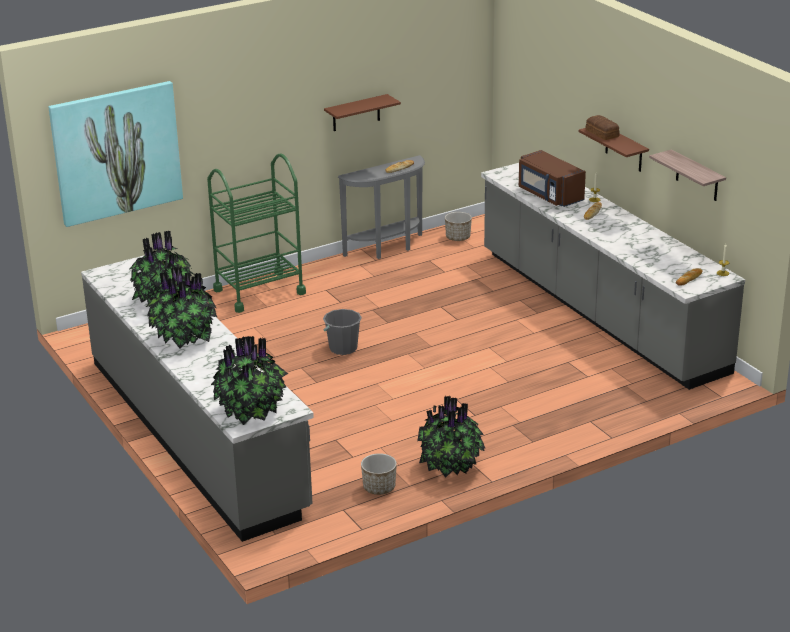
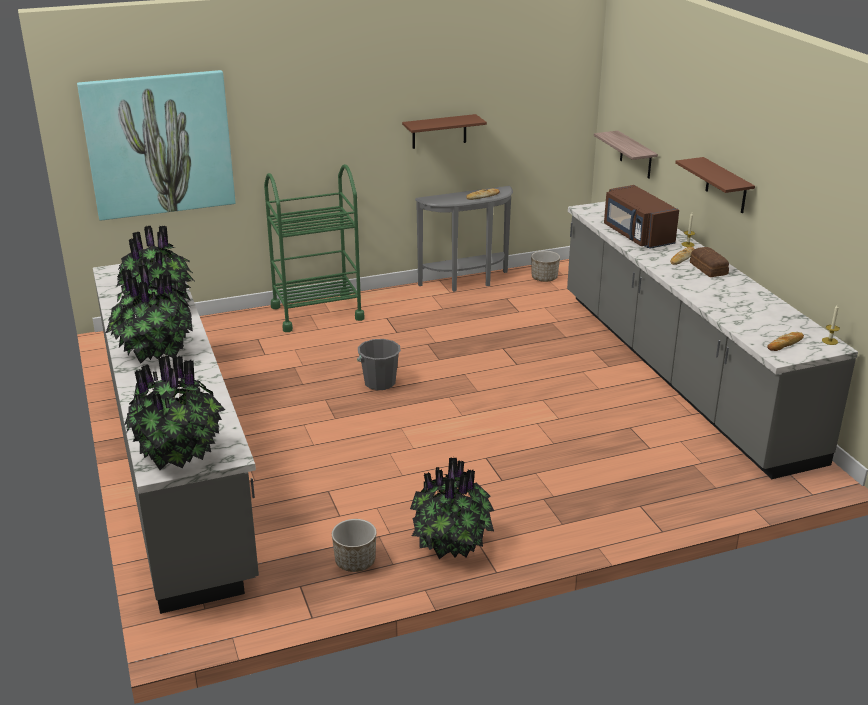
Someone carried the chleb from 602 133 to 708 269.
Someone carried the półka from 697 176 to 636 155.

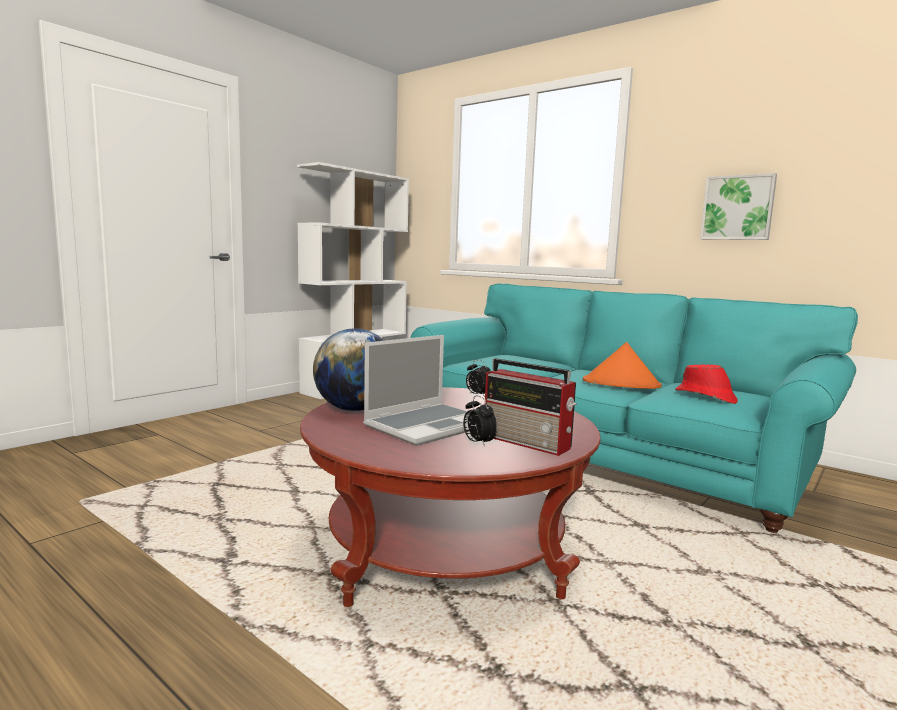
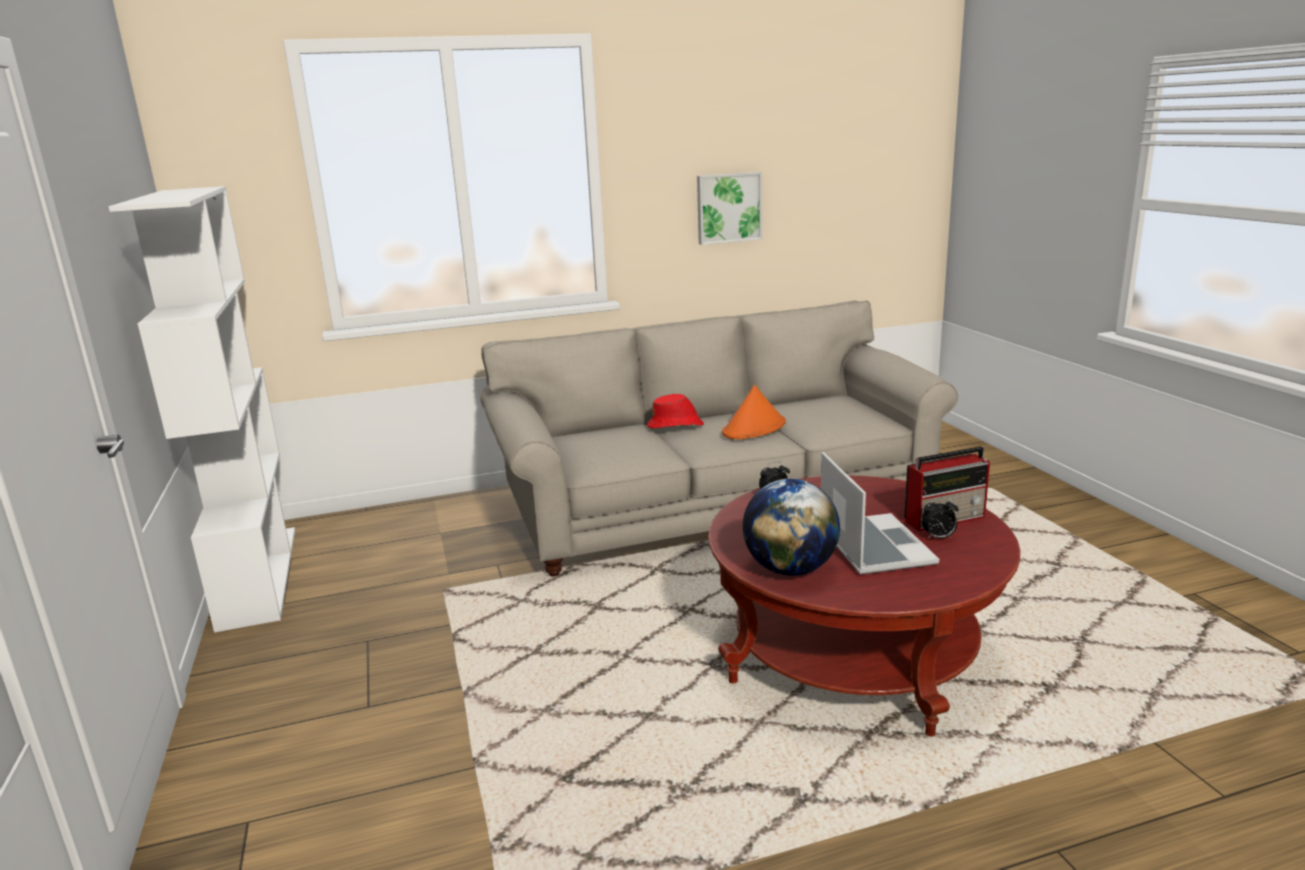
Someone repainted the kanapa [turkusowy] at 604 454, which became the kanapa [beżowy] at 714 505.
Someone carried the kapelusz [czerwony] from 705 397 to 676 426.

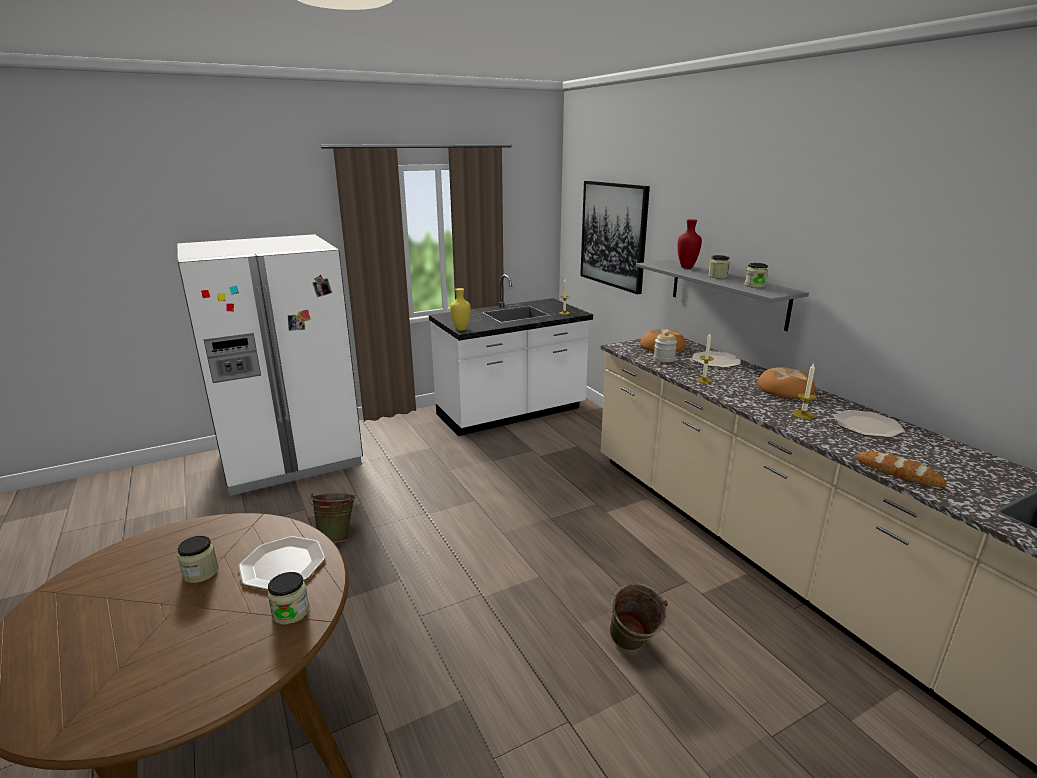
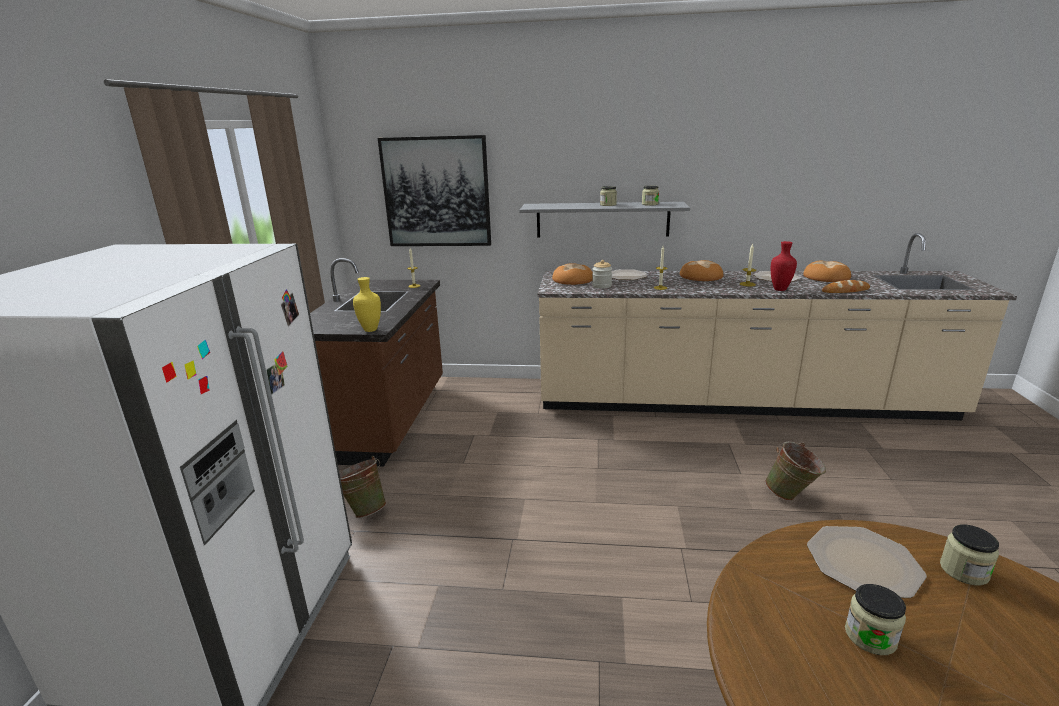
Someone carried the wiadro [zielony] from 337 536 to 364 510.
Someone repainted the zabudowa kuchenna [biały] at 511 413, which became the zabudowa kuchenna [brązowy] at 387 420.
Someone carried the wazon [czerwony] from 686 268 to 780 289.
Someone put down the chleb at 826 277.

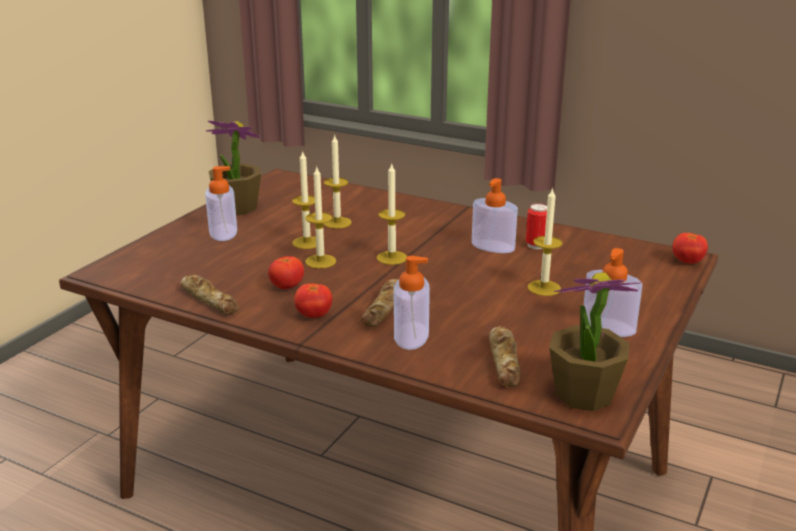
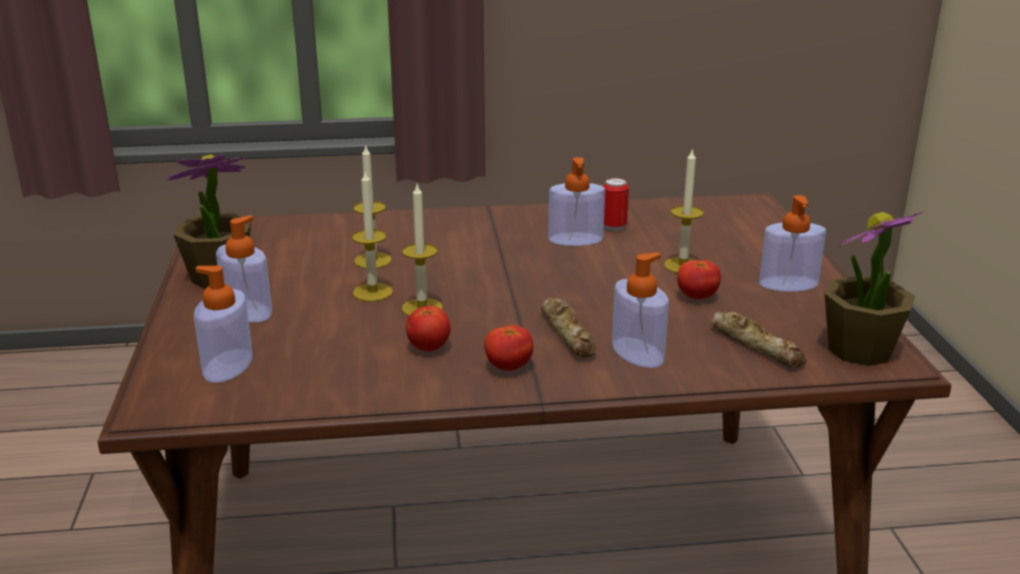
Someone took away the chleb at 210 299.
Someone took away the świeca at 392 258.
Someone carried the pomidor from 687 262 to 697 297.
Someone put down the dozownik mydła at 228 366.

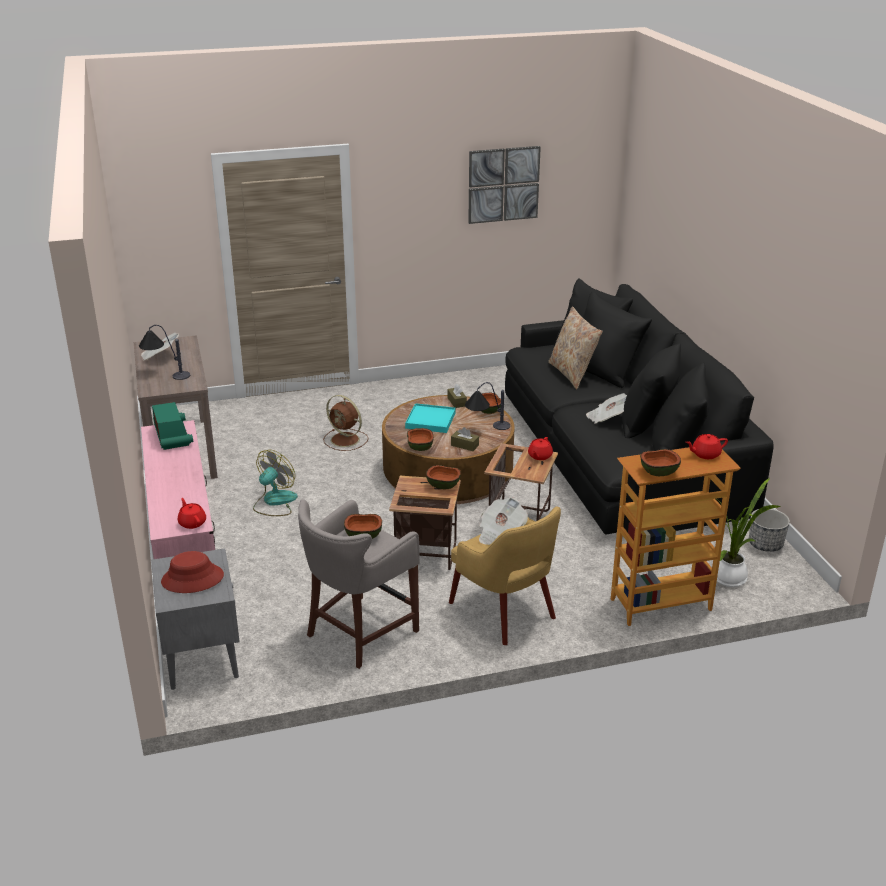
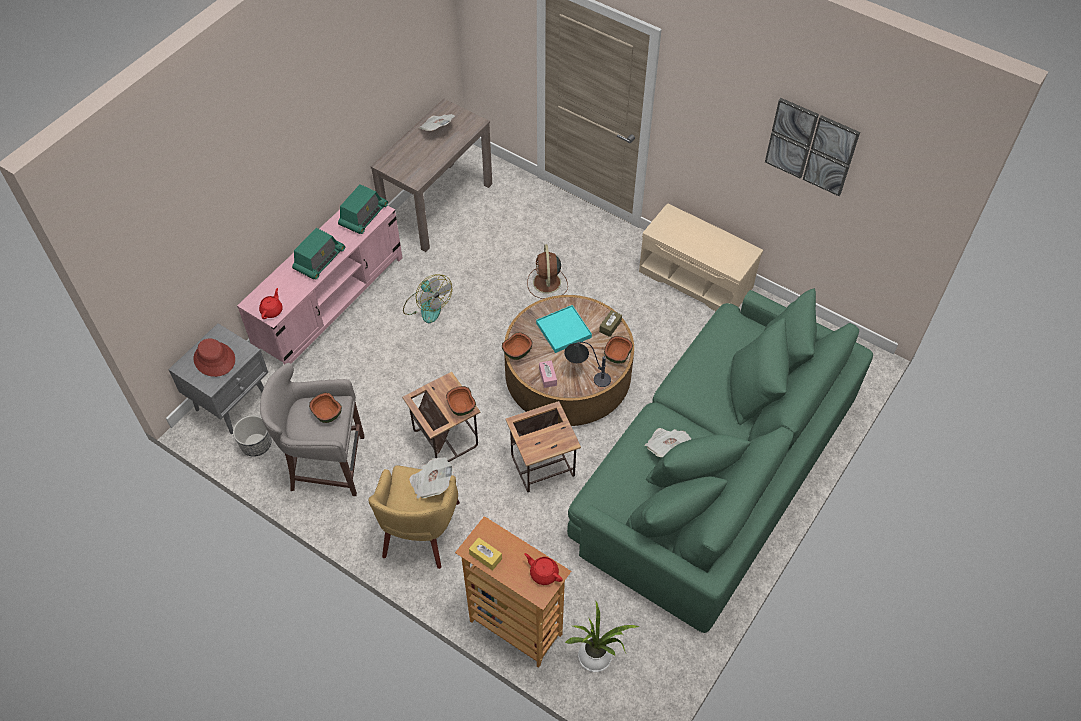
Someone took away the lampa stołowa at 165 373.
Someone rotated the wentylator at 274 502 by 60 degrees clockwise.
Someone repainted the pudełko chusteczek [brązowy] at 464 445, which became the pudełko chusteczek [różowy] at 547 377.
Someone repainted the kanapa [czarny] at 619 452, which became the kanapa [zielony] at 714 470.
Someone took away the imbryk [czerwony] at 539 456.
Someone took away the poduszka [beżowy] at 572 374.
Someone swapped the miska at 659 472 for the pudełko chusteczek [żółty] at 485 556.
Someone carried the donica from 765 544 to 256 445.
Someone put down the radio at 319 260.
Someone put down the ławka [beżowy] at 697 279.

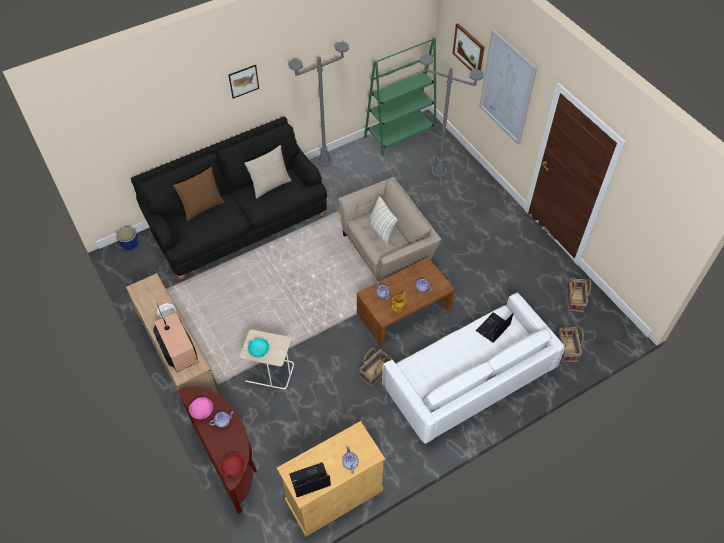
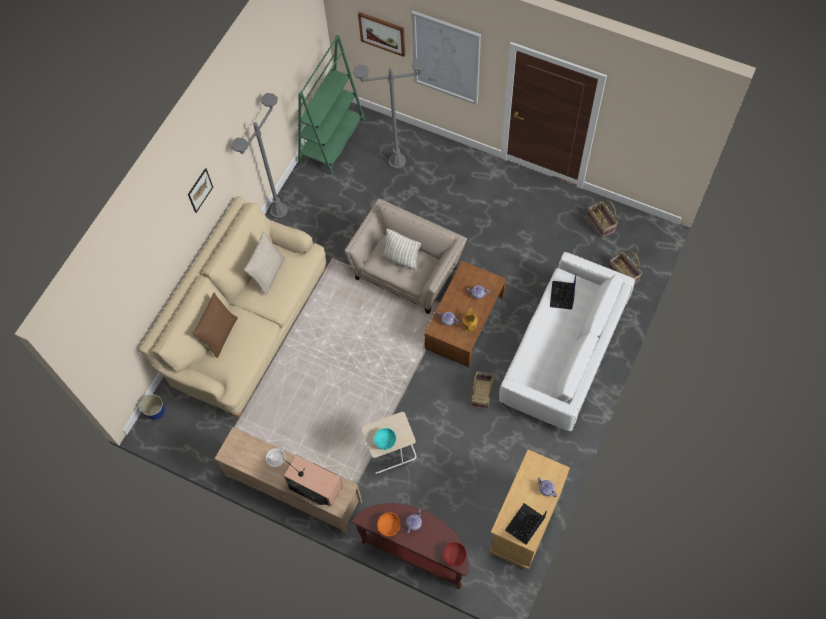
Someone repainted the kanapa [czarny] at 238 225, which became the kanapa [beżowy] at 247 327.
Someone repainted the miska [różowy] at 202 411, which became the miska [pomarańczowy] at 389 526.

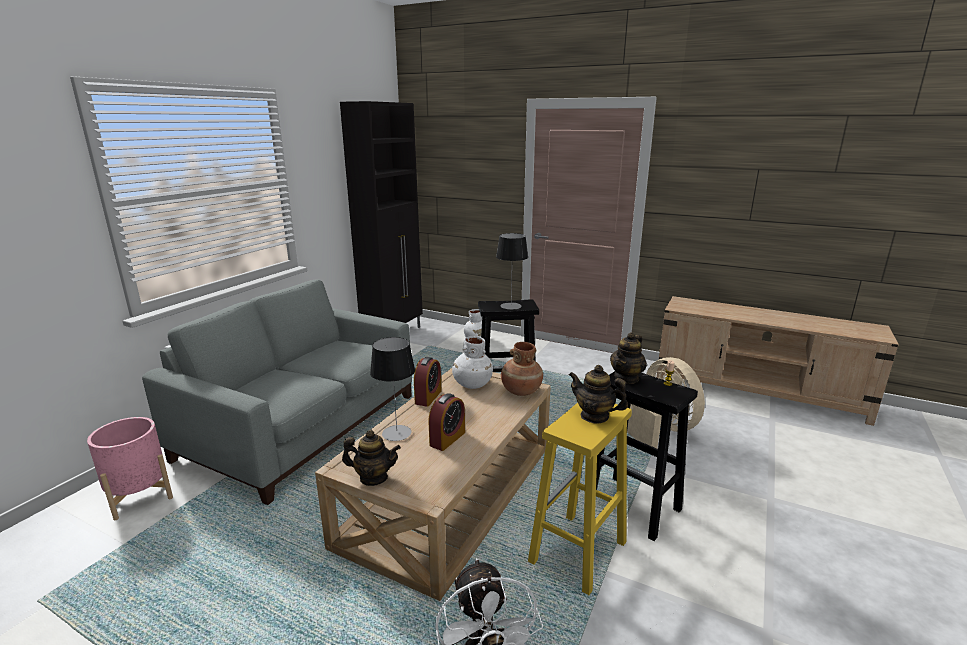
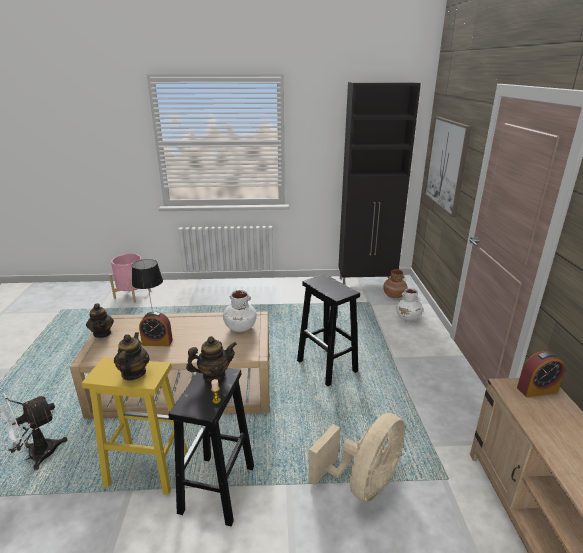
Someone took away the kanapa [szary] at 303 426.
Someone carried the budzik from 428 397 to 537 390.
Someone took away the lampa stołowa at 511 306.
Someone carried the wazon [brązowy] from 520 391 to 394 295.
Someone rotated the imbryk at 627 378 by 150 degrees clockwise.
Someone put up the obraz at 446 164.

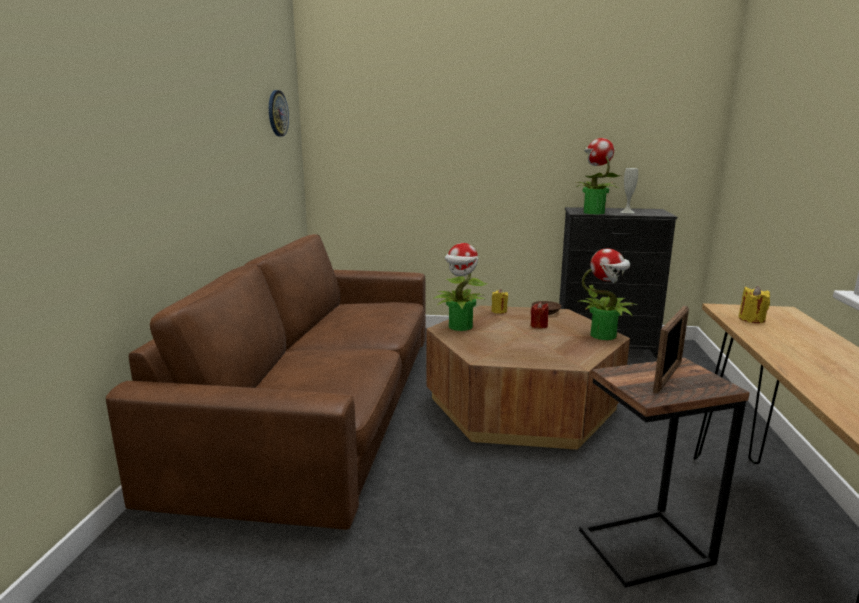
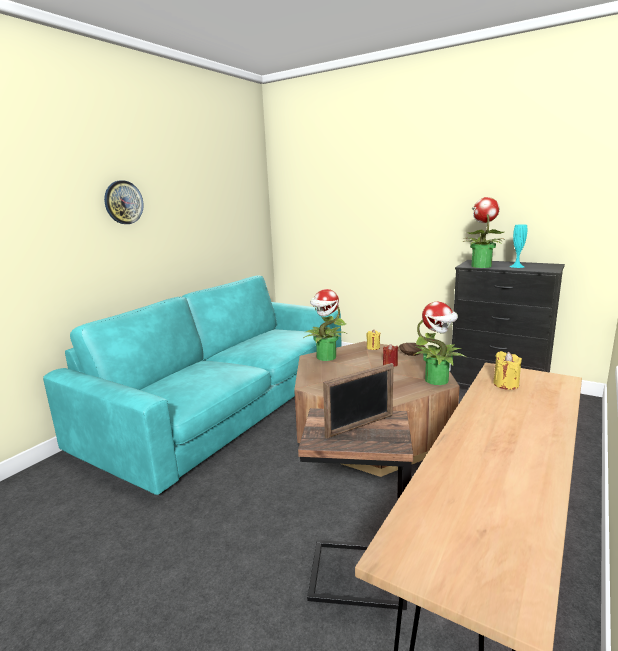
Someone repainted the kanapa [brązowy] at 321 406, which became the kanapa [turkusowy] at 226 404.
Someone carried the zegar ścienny from 277 113 to 123 202.
Someone repainted the wazon [biały] at 627 212, which became the wazon [turkusowy] at 517 266.

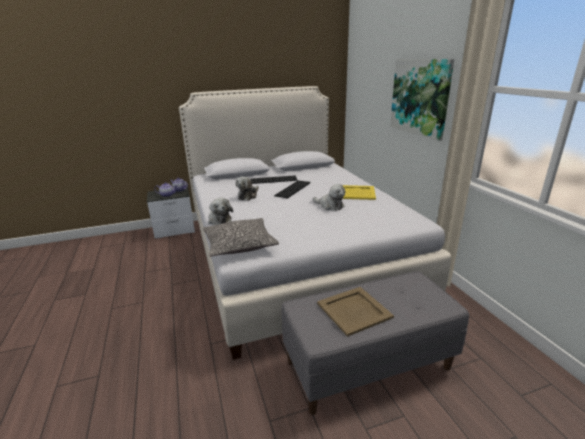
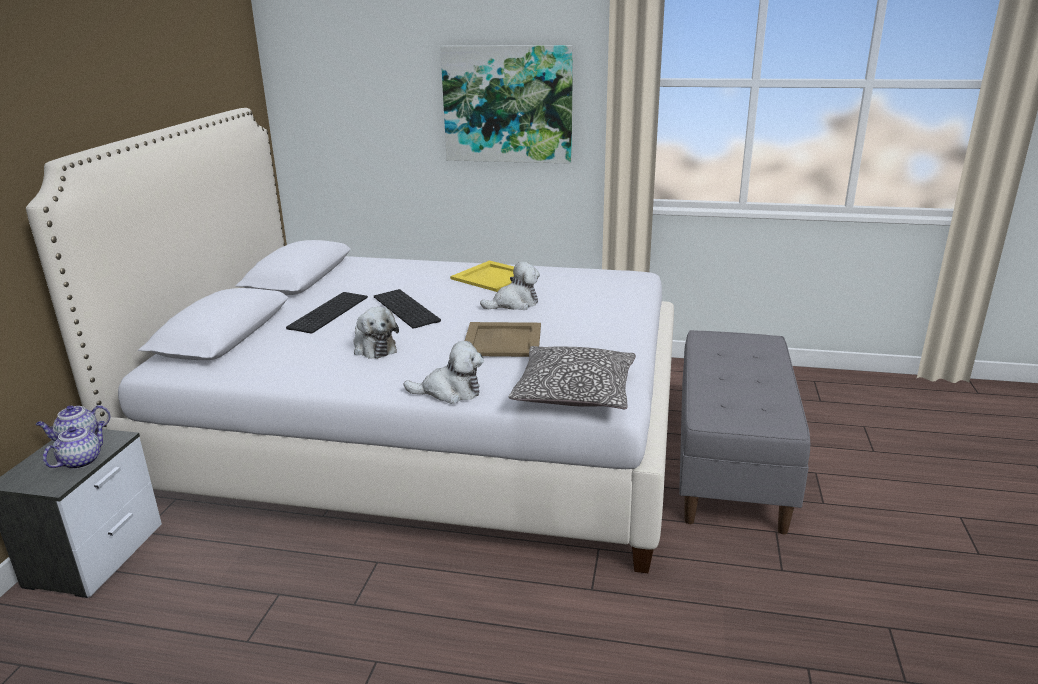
Someone carried the taca [beżowy] from 354 311 to 503 340.

